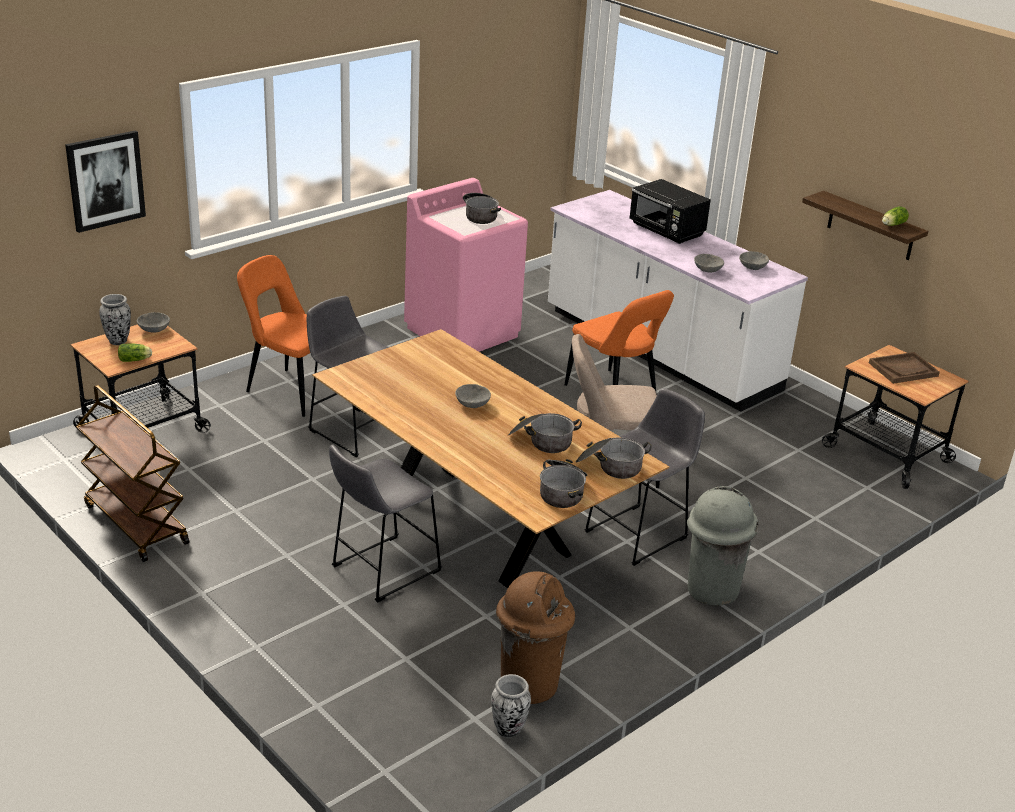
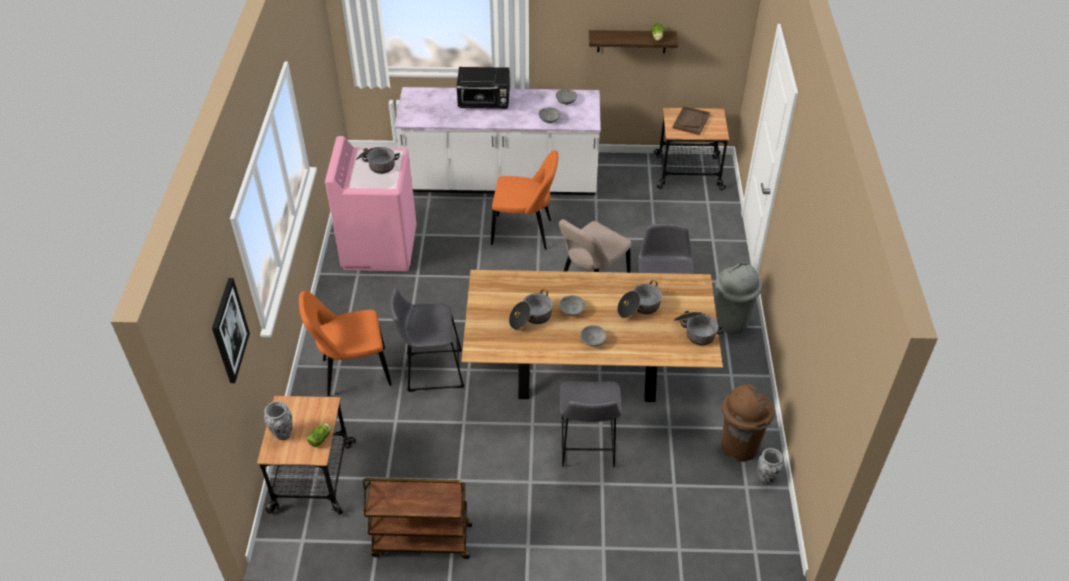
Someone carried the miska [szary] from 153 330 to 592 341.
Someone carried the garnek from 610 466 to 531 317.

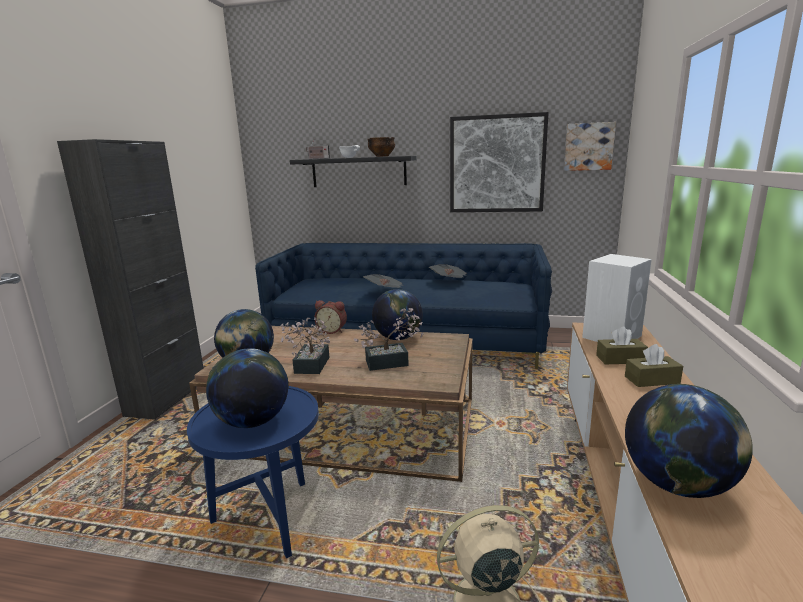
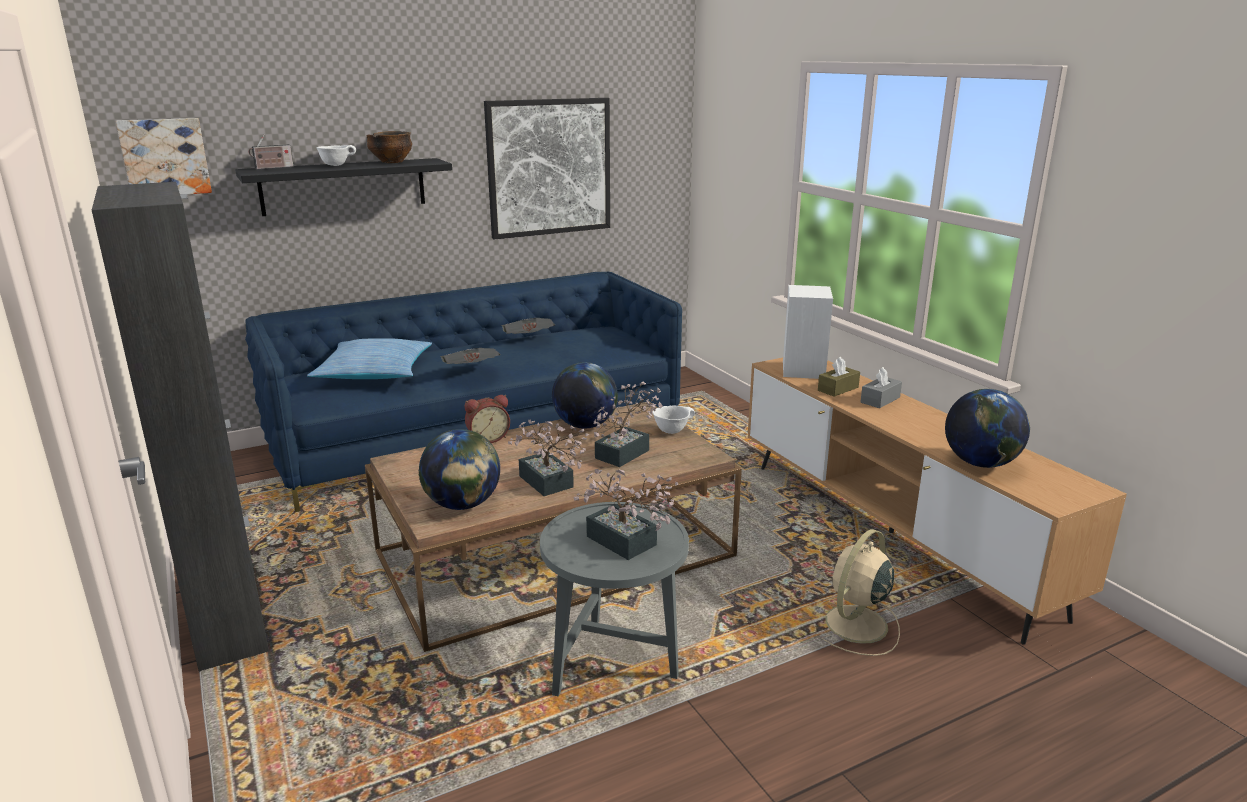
Someone repainted the stolik [niebieski] at 270 522, which became the stolik [szary] at 614 665.
Someone swapped the globus at 253 422 for the roślina doniczkowa at 626 544.
Someone carried the obraz from 588 146 to 165 157.
Someone repainted the pudełko chusteczek [brązowy] at 652 380, which became the pudełko chusteczek [szary] at 880 400.
Someone put down the poduszka at 374 372.
Someone put down the miska [biały] at 671 431.

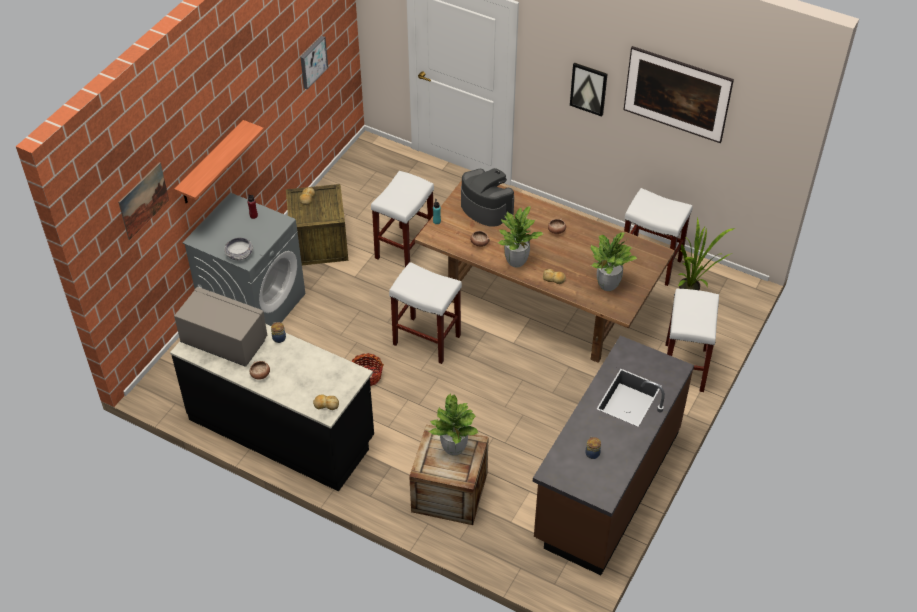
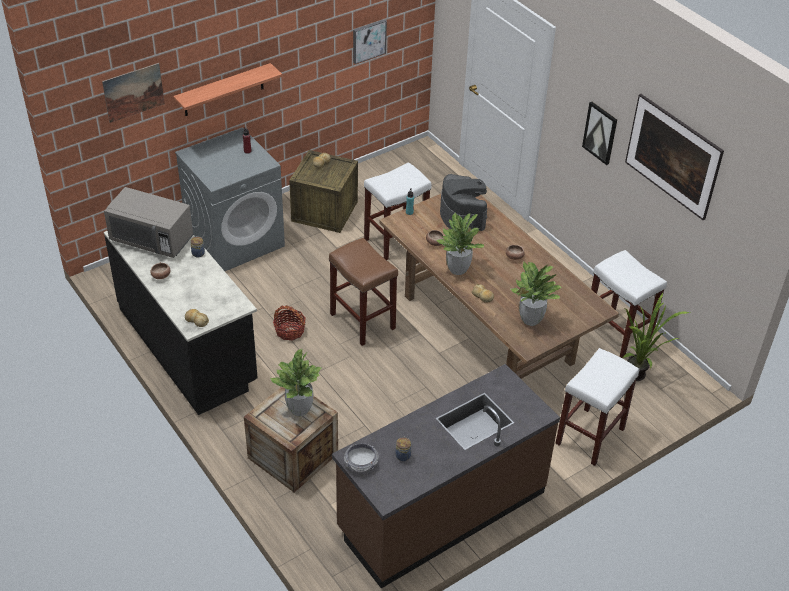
Someone rotated the mikrofalówka [szary] at 224 341 by 150 degrees clockwise.
Someone carried the miska from 239 254 to 361 463.
Someone repainted the stołek [biały] at 426 340, which became the stołek [brązowy] at 361 321.

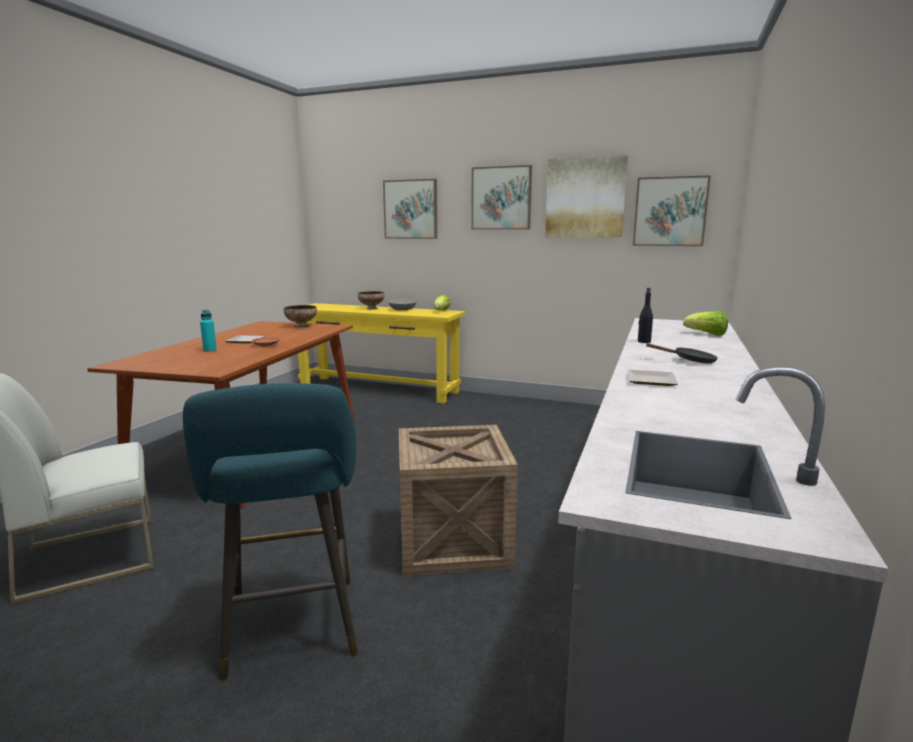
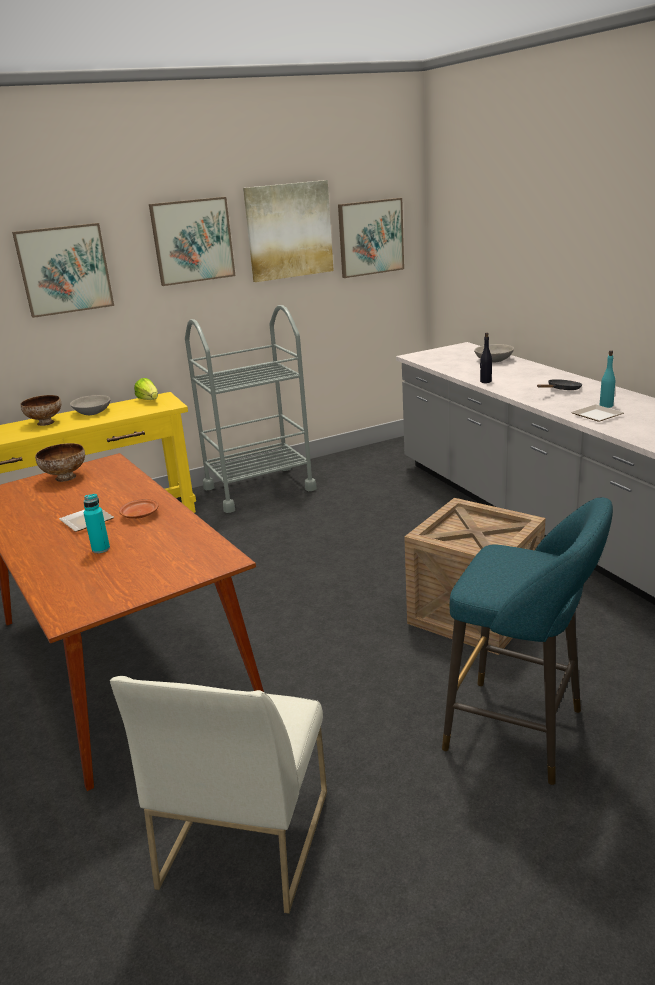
Someone swapped the sałata at 706 334 for the miska [szary] at 494 360.
Someone put down the wózek [szary] at 259 488.
Someone put down the butelka [turkusowy] at 606 405.

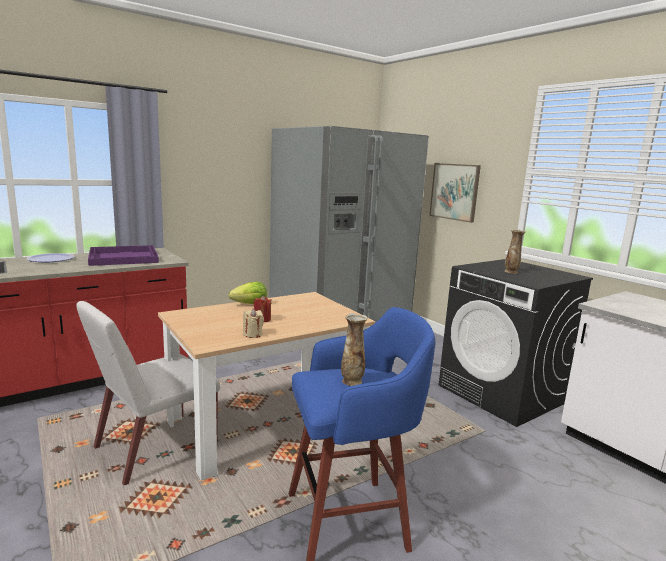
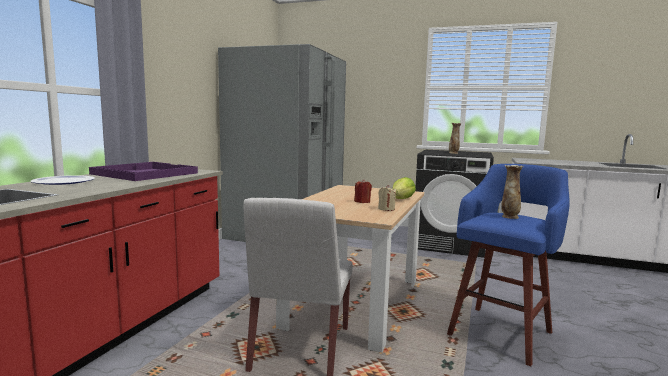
Someone carried the sałata from 250 304 to 402 199.
Someone took away the obraz at 454 191.

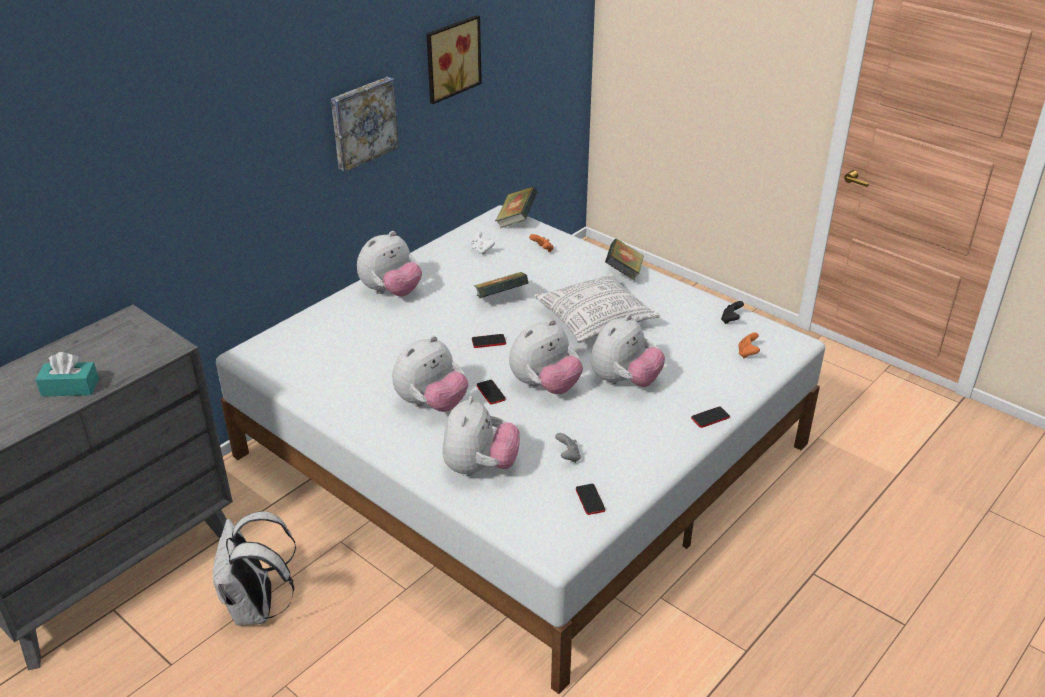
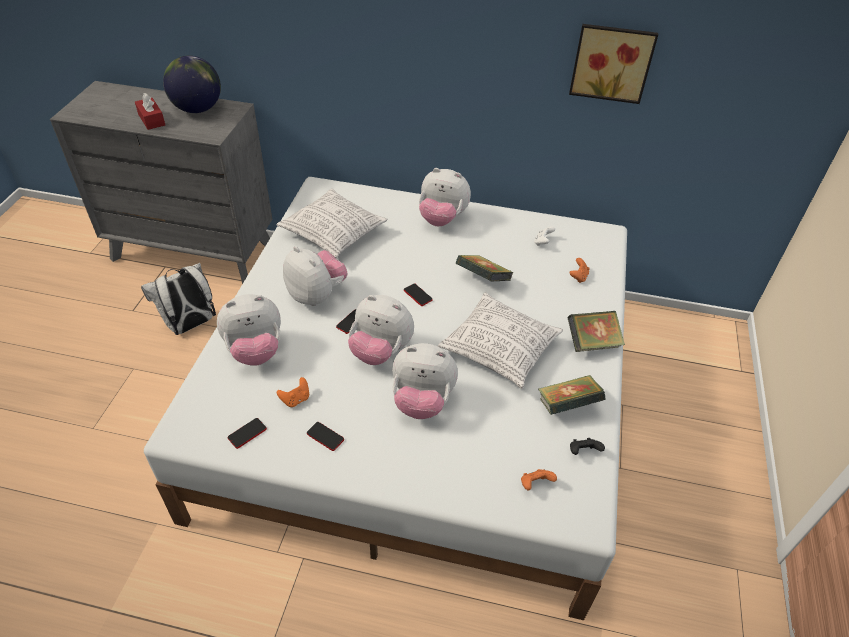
Someone repainted the pudełko chusteczek [turkusowy] at 70 387, which became the pudełko chusteczek [czerwony] at 151 120.
Someone took away the obraz at 363 122.
Someone rotated the pluszak at 431 404 by 150 degrees counterclockwise.
Someone carried the książka from 516 220 to 567 406.
Someone repainted the pad do gier [szary] at 568 456, which became the pad do gier [pomarańczowy] at 296 399.
Someone carried the telefon from 710 418 to 325 436.
Someone put down the globus at 198 109.
Someone put down the poduszka at 334 233.

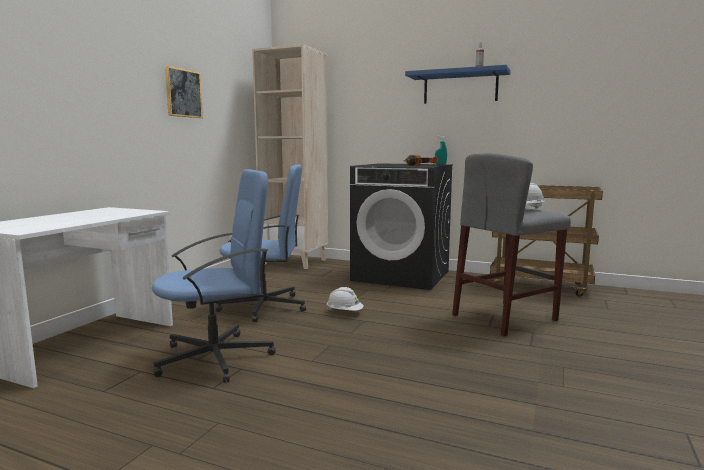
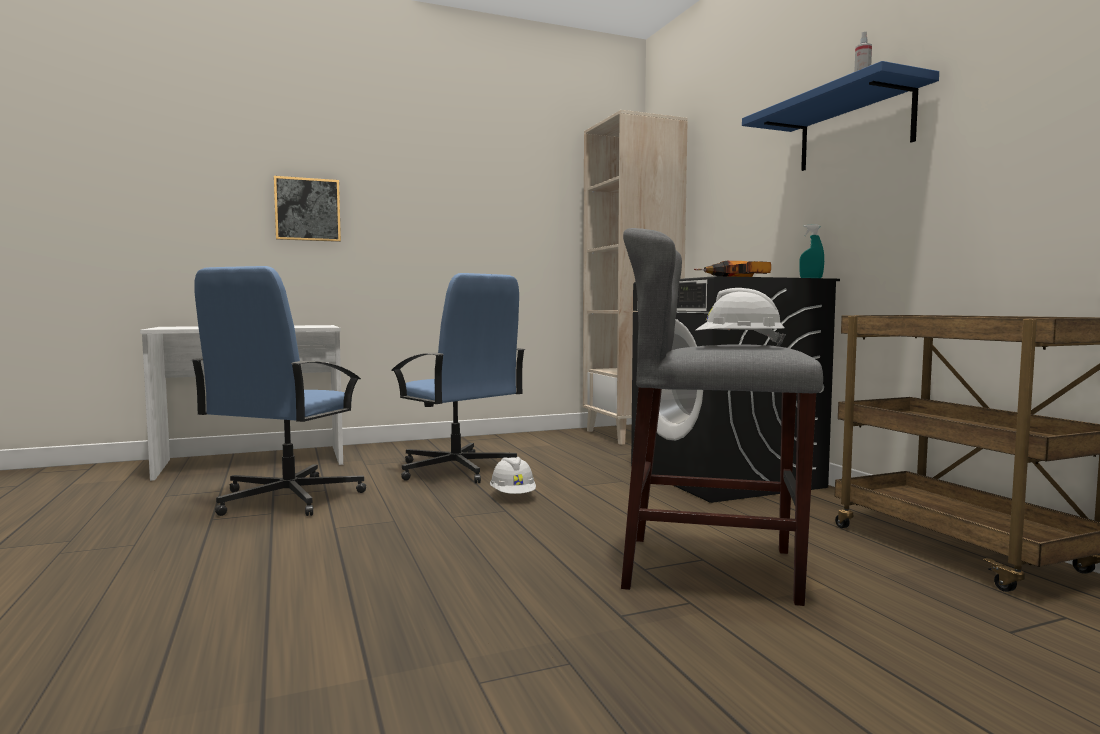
Someone rotated the krzesło biurowe [niebieski] at 217 357 by 90 degrees clockwise.
Someone carried the obraz from 183 93 to 307 209.

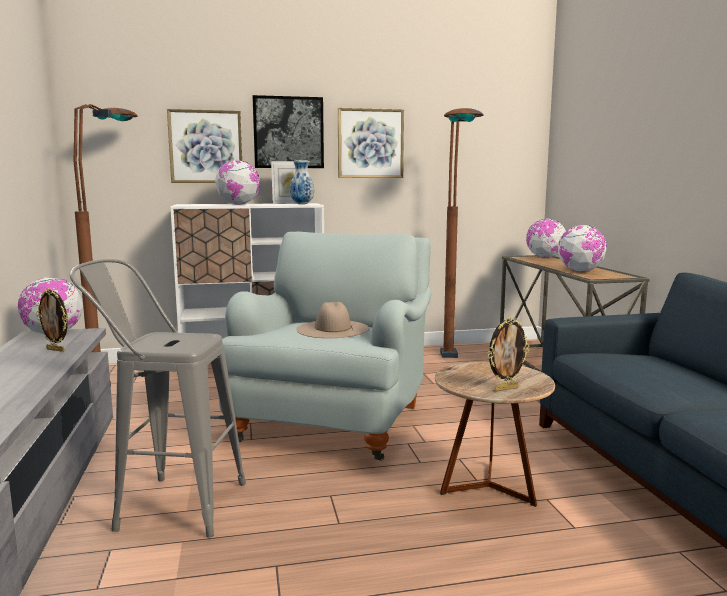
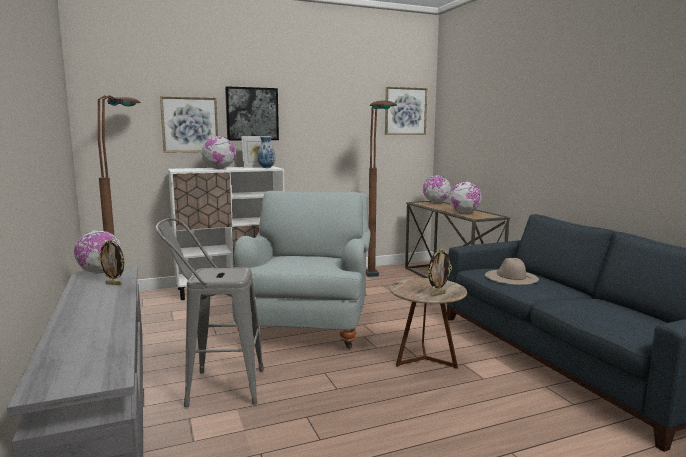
Someone carried the kapelusz [beżowy] from 332 329 to 511 277.
Someone carried the obraz from 370 143 to 405 111.

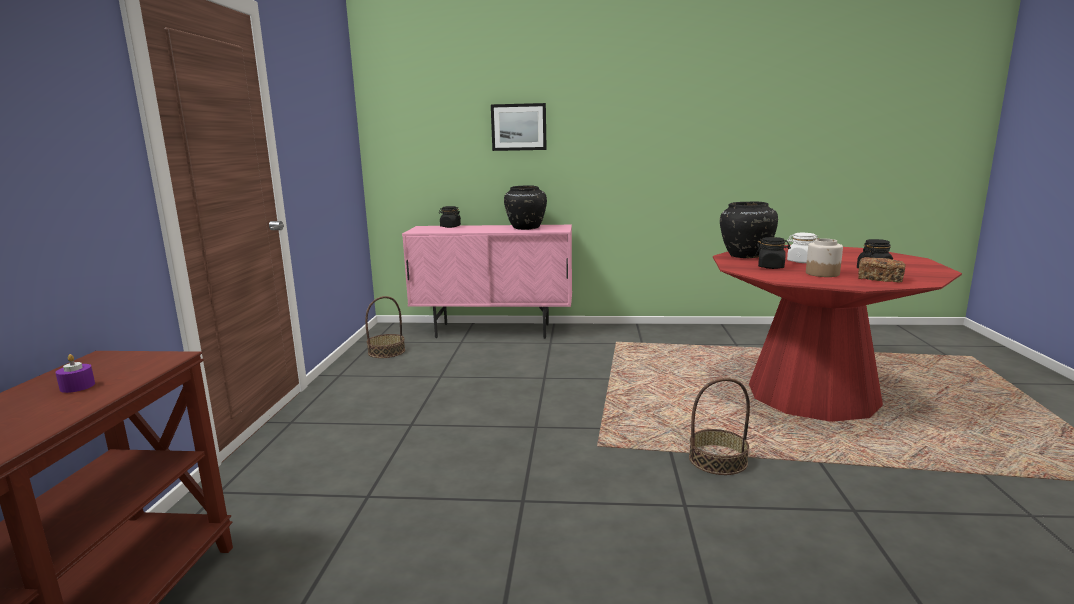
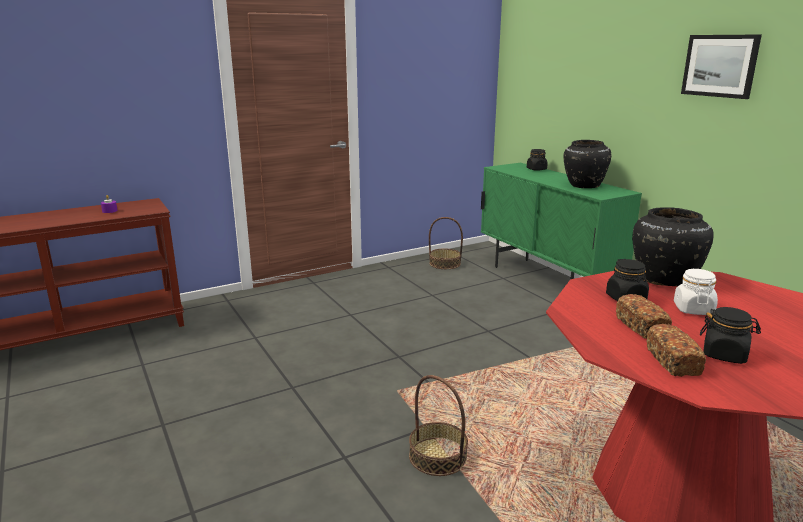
Someone repainted the szafka [różowy] at 493 331, which became the szafka [zielony] at 546 280.
Someone carried the obraz from 519 127 to 720 66.
Someone swapped the słoik at 822 273 for the chleb at 641 327.

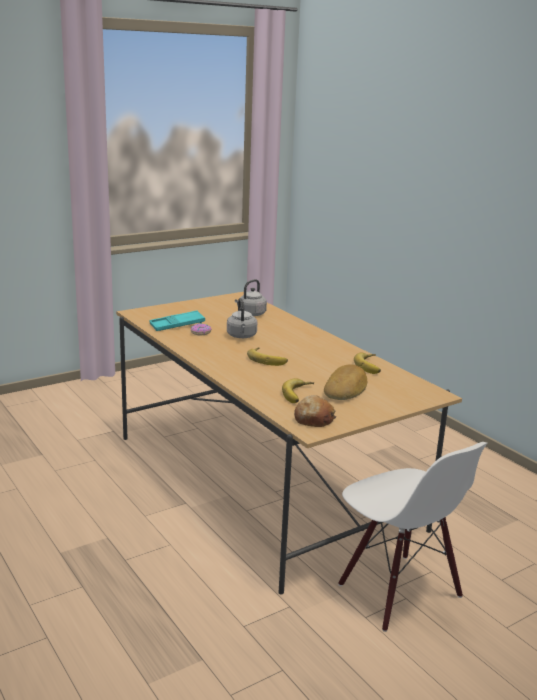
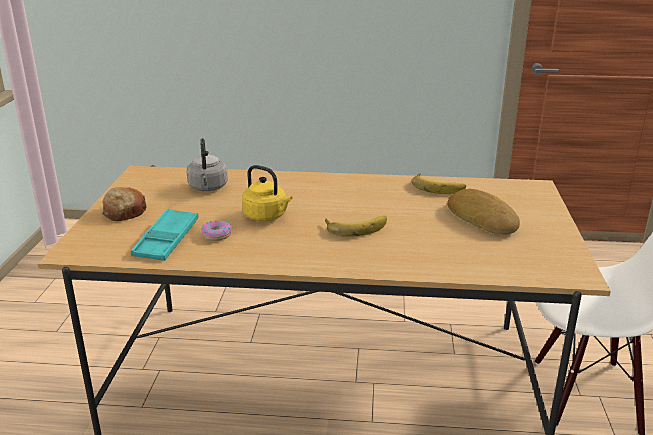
Someone repainted the czajnik [szary] at 241 336, which became the czajnik [żółty] at 267 216.
Someone took away the banan at 299 394.
Someone carried the chleb from 314 419 to 124 212.

